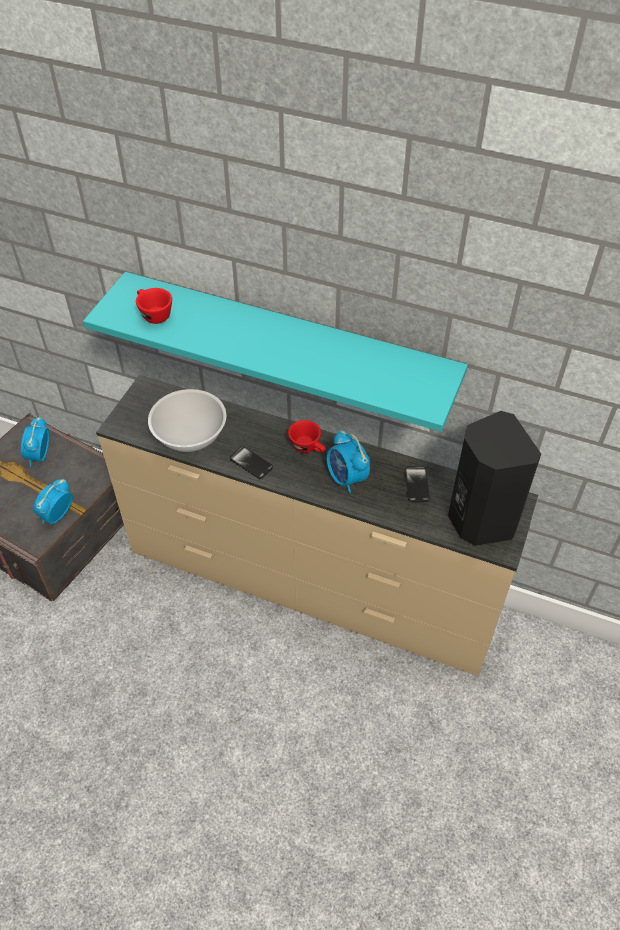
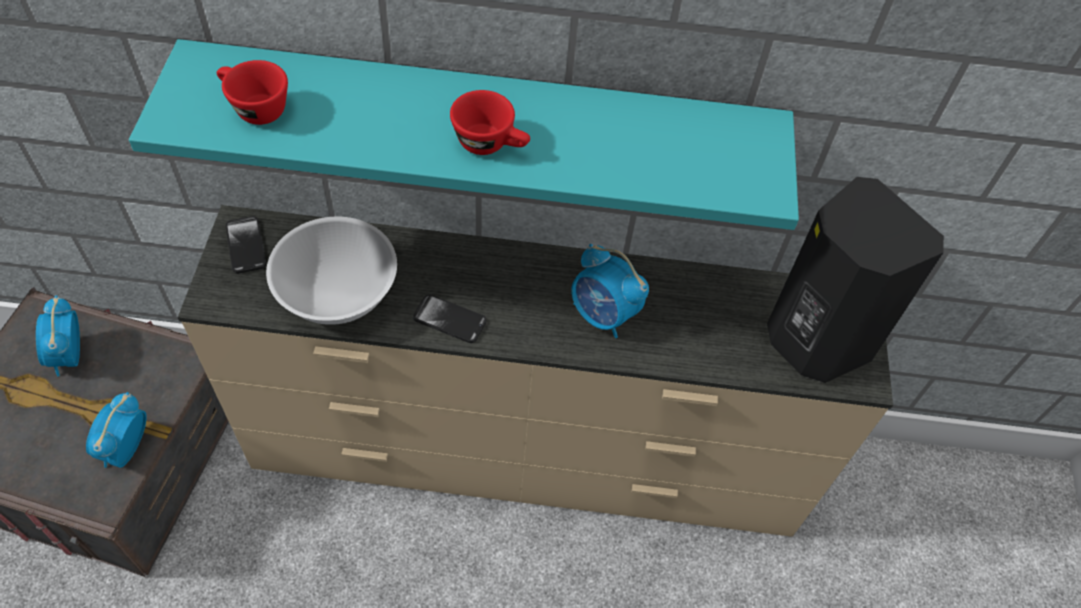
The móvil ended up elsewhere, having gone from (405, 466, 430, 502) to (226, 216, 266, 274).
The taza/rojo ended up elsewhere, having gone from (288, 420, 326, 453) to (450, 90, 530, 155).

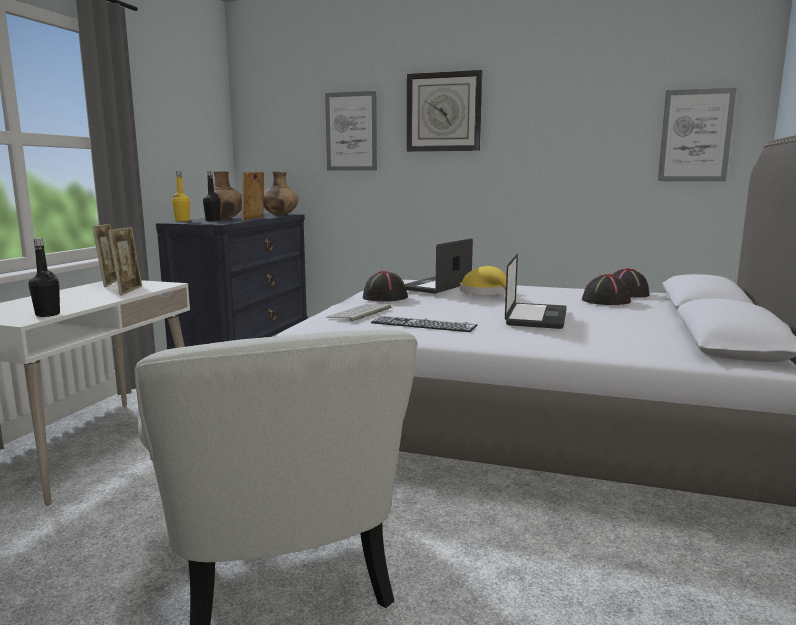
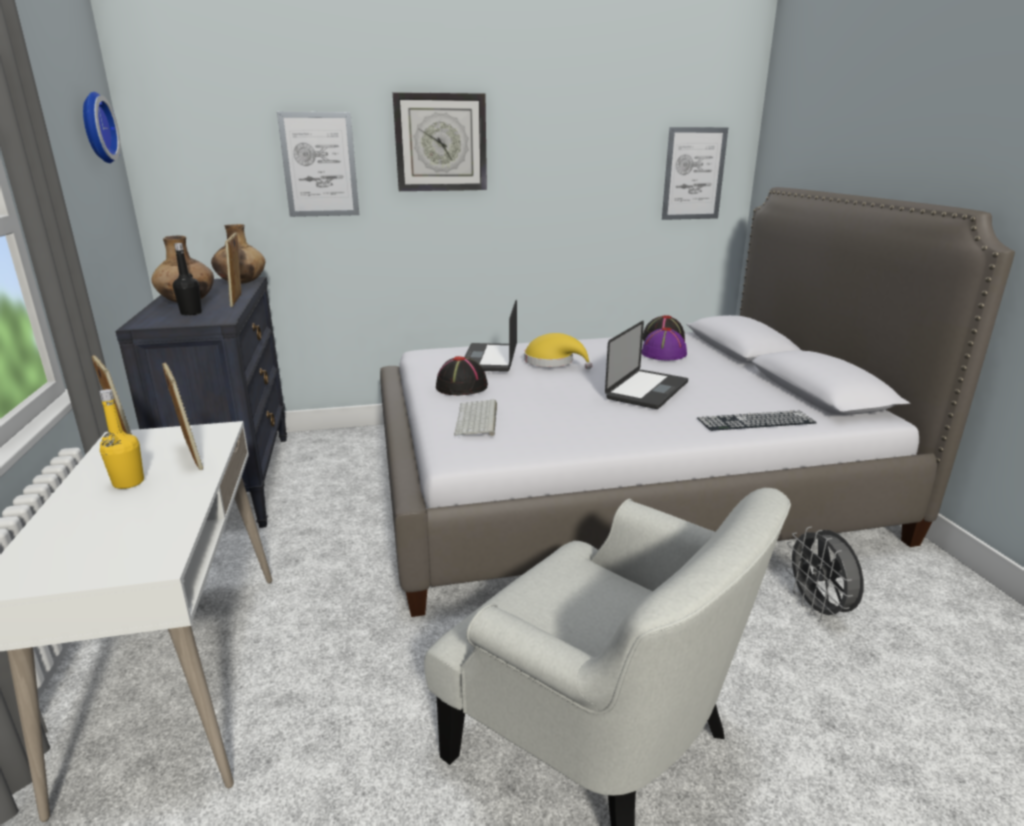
The second view gained the reloj de pared at (83, 92, 120, 163).
The botella/amarillo ended up elsewhere, having gone from (172, 171, 190, 221) to (99, 389, 144, 489).
The portátil at (505, 254, 567, 329) ended up facing another way, 45 degrees clockwise from before.
What was the sombrero/negro at (582, 274, 631, 305) turned into the sombrero/morado at (641, 328, 687, 361).
The teclado ended up elsewhere, having gone from (371, 316, 477, 332) to (697, 410, 817, 431).
The second view gained the ventilador/gris at (785, 526, 864, 621).
The second view lost the botella/negro at (29, 238, 60, 317).

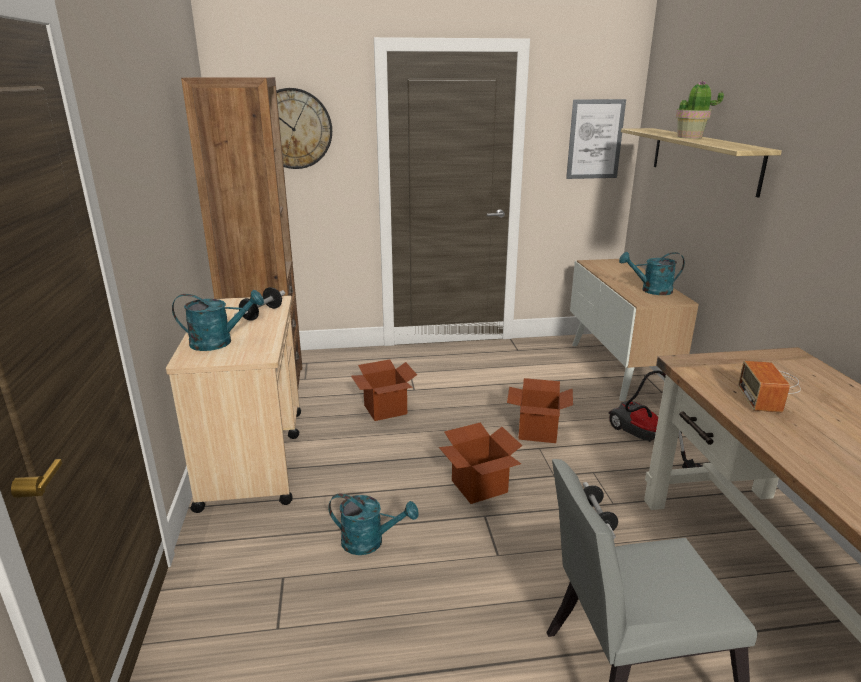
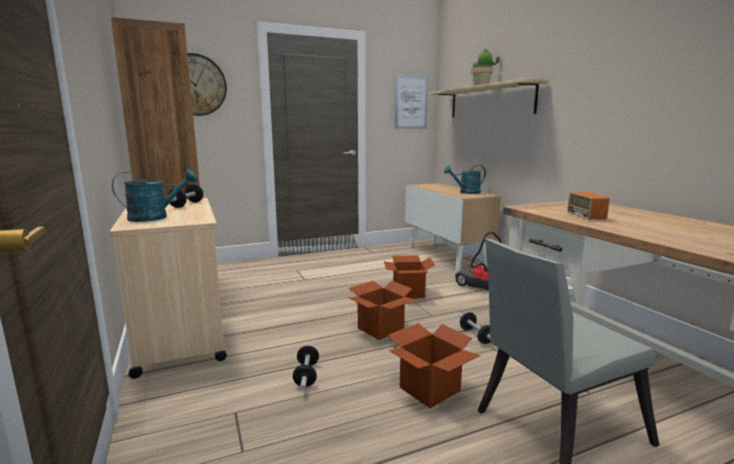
Where the regadera/turquesa stood at (328, 494, 418, 555), the mancuerna came to stand at (293, 345, 319, 390).
The caja de cartón ended up elsewhere, having gone from (351, 359, 417, 421) to (388, 323, 480, 408).

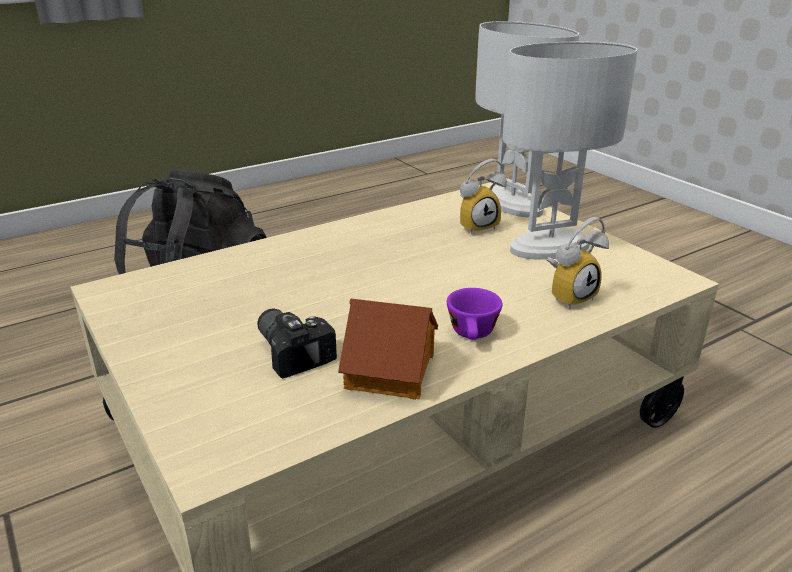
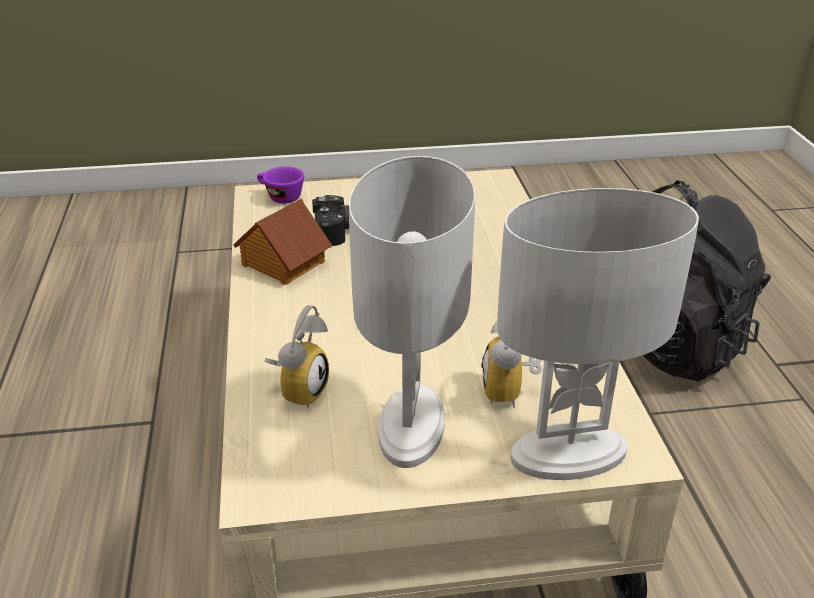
The taza/morado ended up elsewhere, having gone from (447, 288, 502, 340) to (257, 167, 304, 204).
The despertador at (547, 217, 609, 309) ended up facing another way, 150 degrees counterclockwise from before.

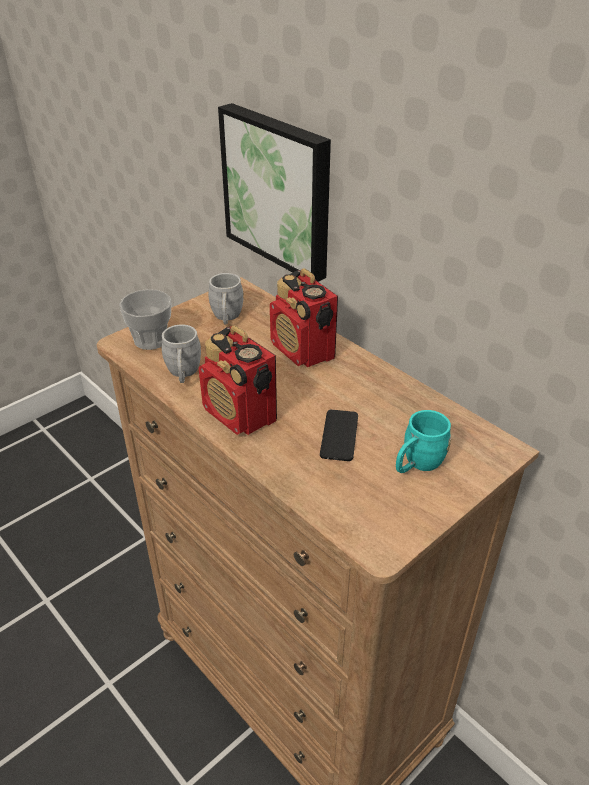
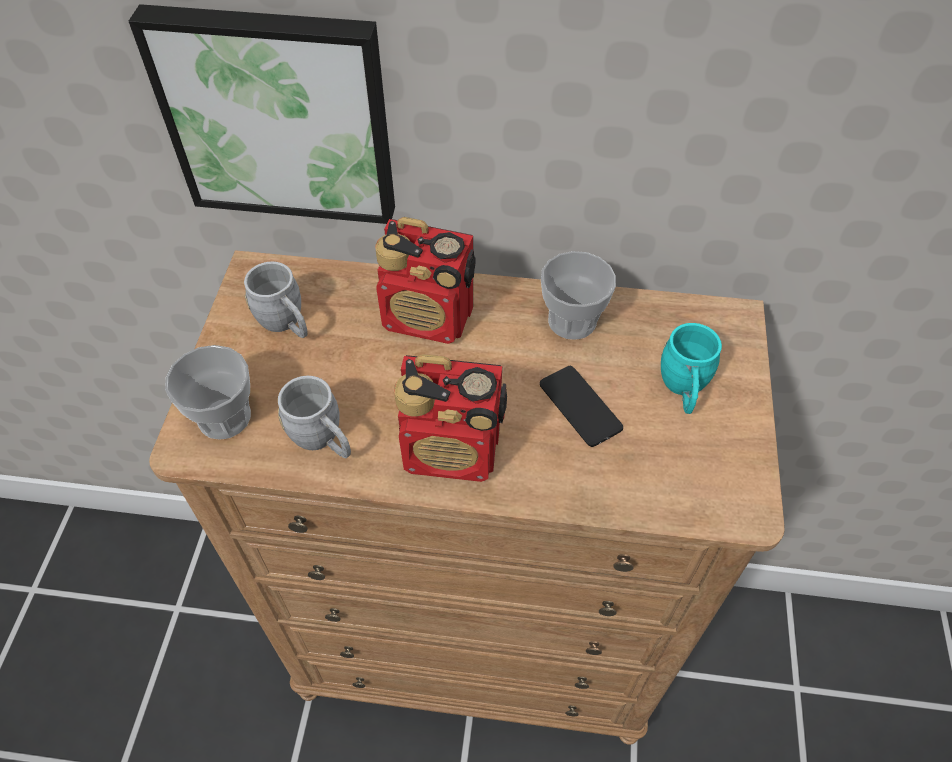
The second view gained the taza at (541, 251, 616, 340).

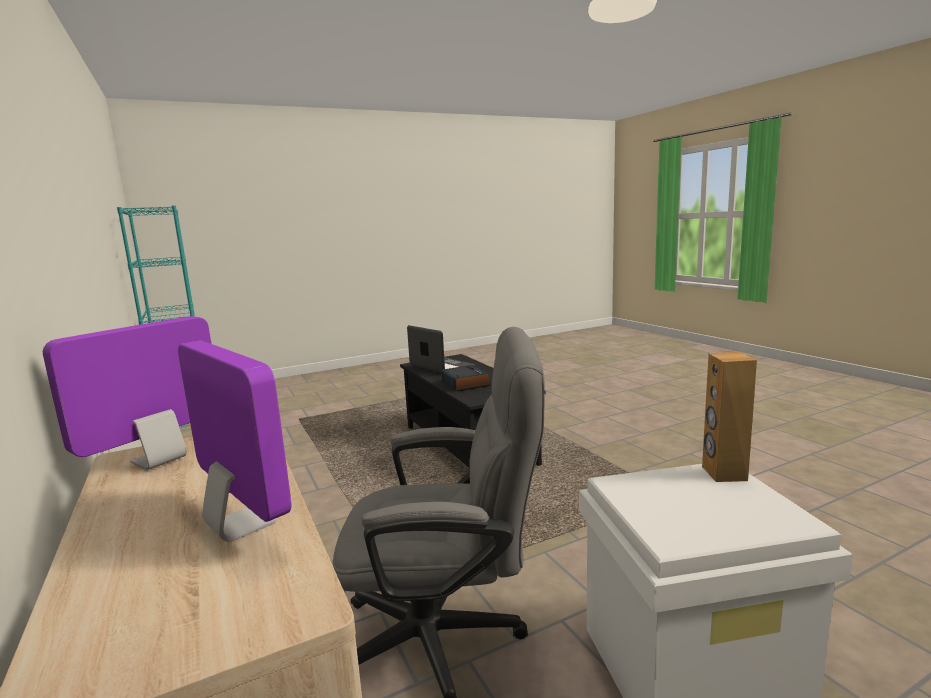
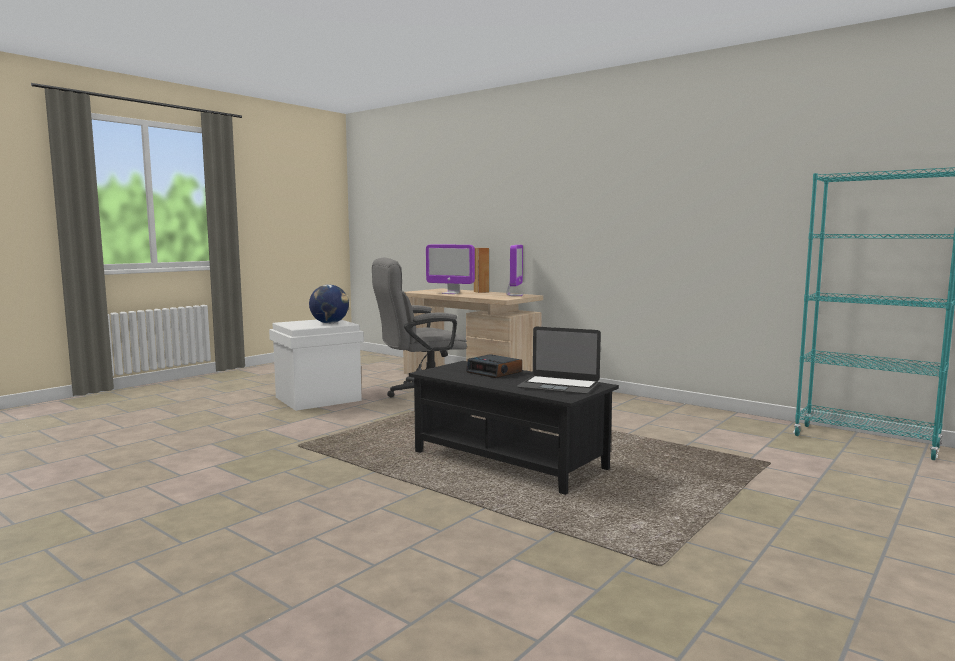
The second view gained the globo terráqueo at (309, 285, 349, 324).
The altavoz/marrón ended up elsewhere, having gone from (702, 352, 757, 482) to (474, 248, 489, 293).

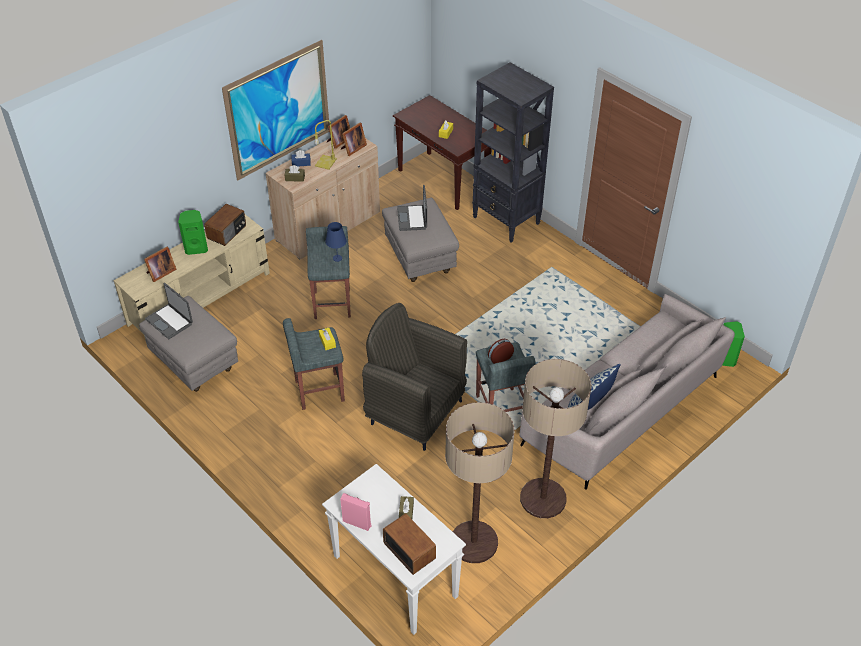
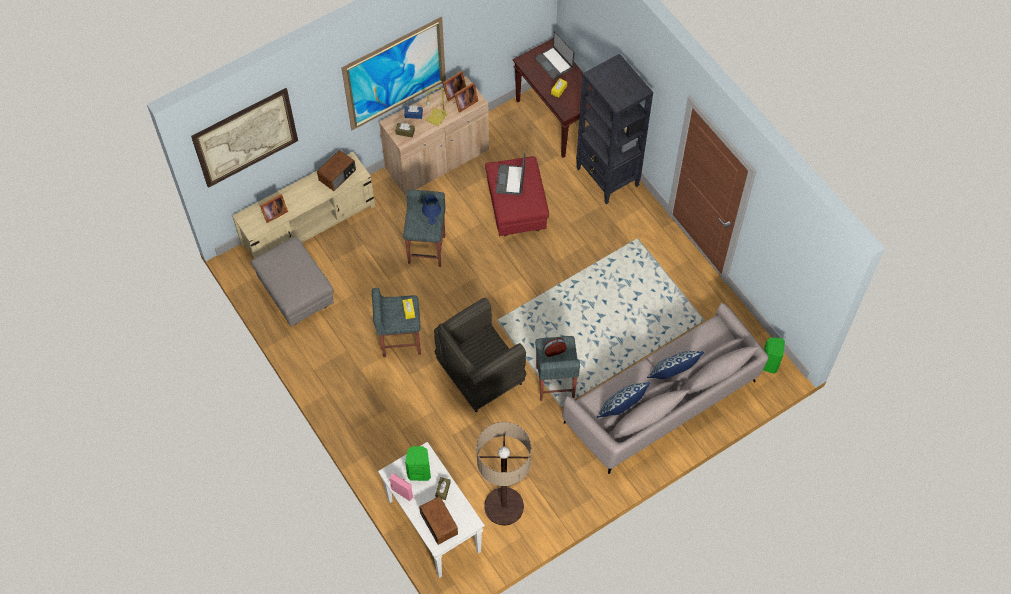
The second view gained the cuadro at (191, 88, 298, 188).
The altavoz/verde ended up elsewhere, having gone from (178, 210, 208, 255) to (405, 446, 431, 481).
The sillón/gris at (362, 303, 467, 451) ended up facing another way, 75 degrees counterclockwise from before.
What was the puf/gris at (382, 198, 459, 282) turned into the puf/rojo at (485, 156, 549, 236).
The portátil ended up elsewhere, having gone from (145, 283, 193, 339) to (534, 31, 575, 80).
The second view gained the cojín at (647, 351, 704, 379).
The second view lost the lámpara de pie at (520, 359, 591, 518).

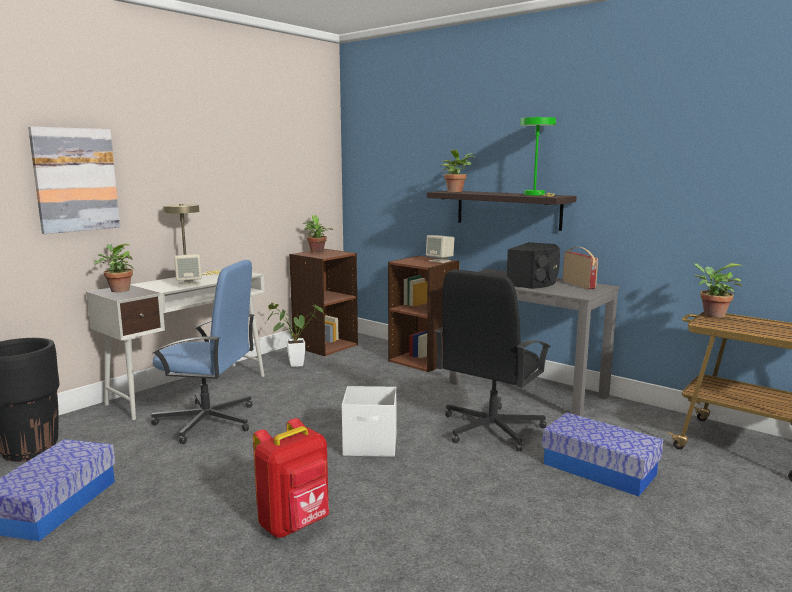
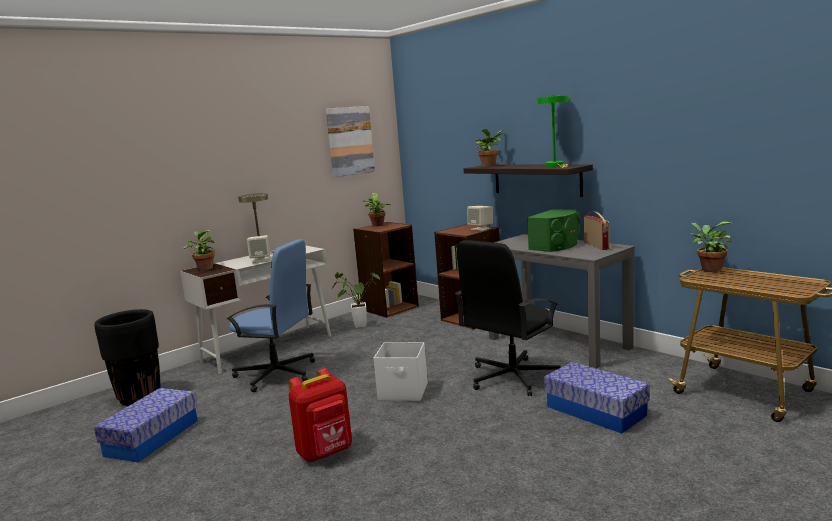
The cuadro ended up elsewhere, having gone from (28, 127, 120, 234) to (326, 106, 375, 177).
What was the altavoz/negro at (507, 242, 560, 289) turned into the altavoz/verde at (527, 209, 580, 252).

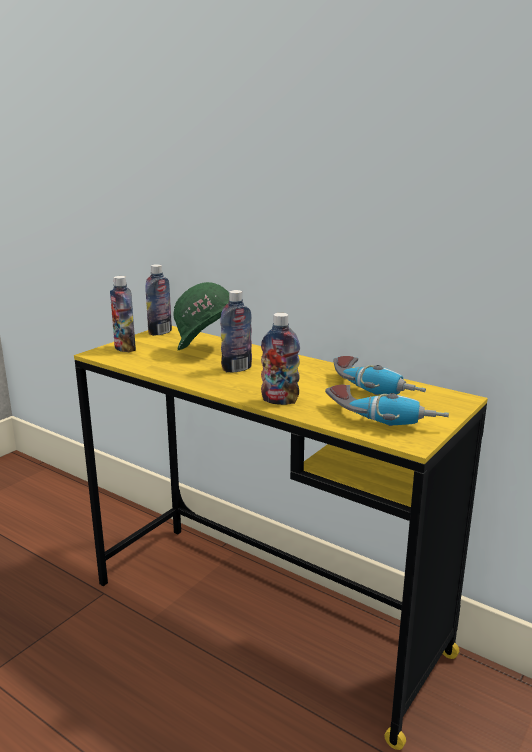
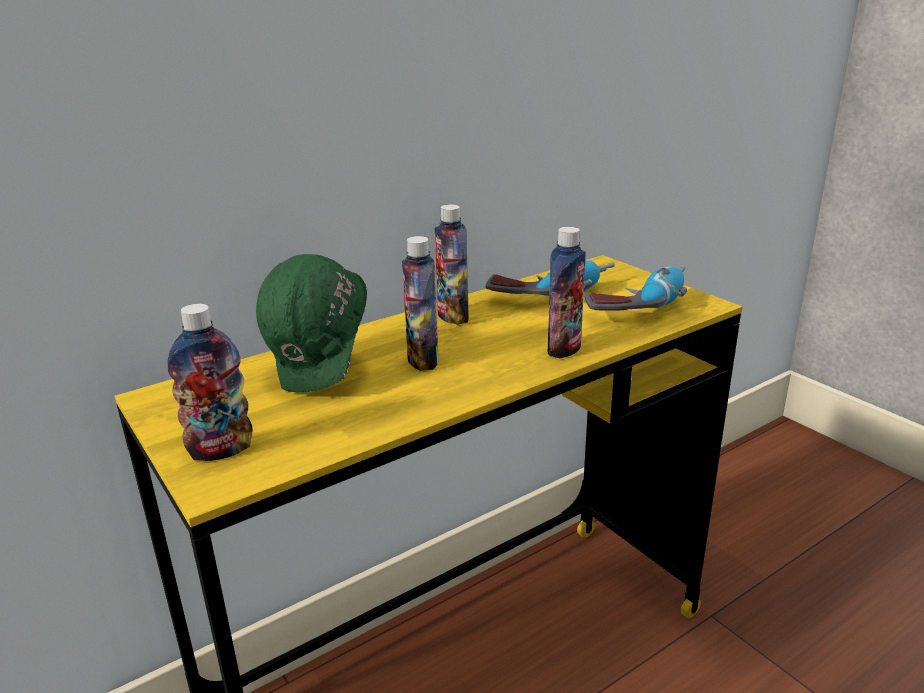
The botella ended up elsewhere, having gone from (145, 264, 172, 336) to (434, 204, 469, 325).

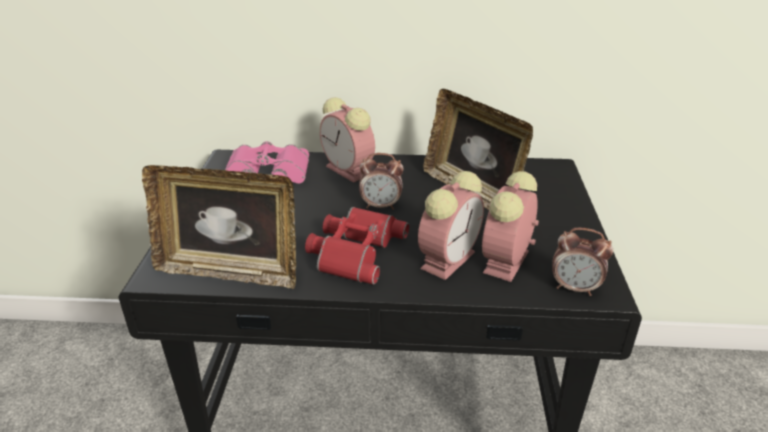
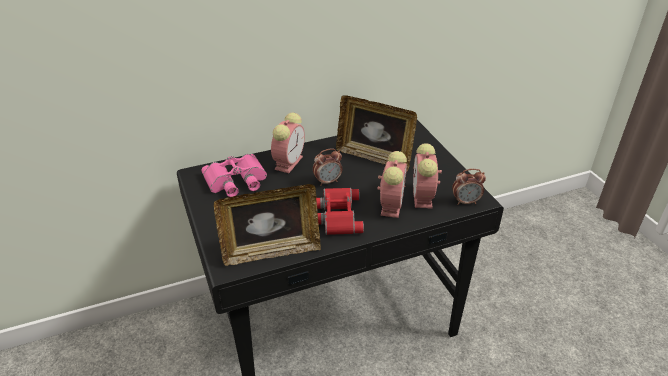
The despertador at (320, 97, 375, 183) ended up facing another way, 90 degrees counterclockwise from before.

